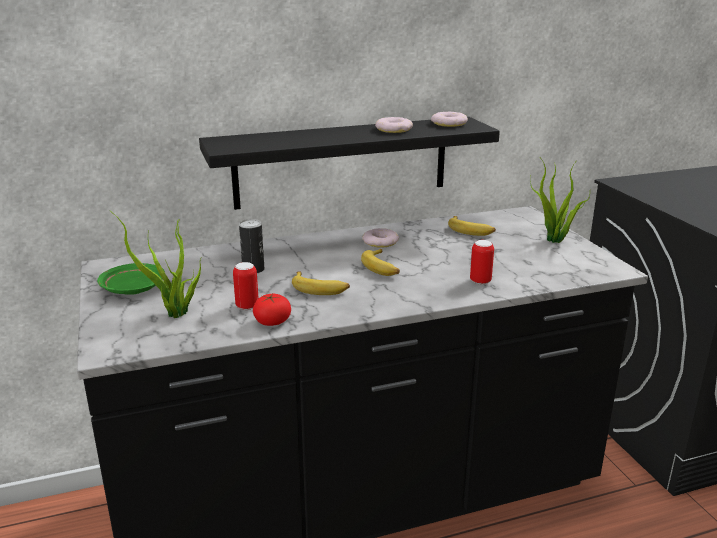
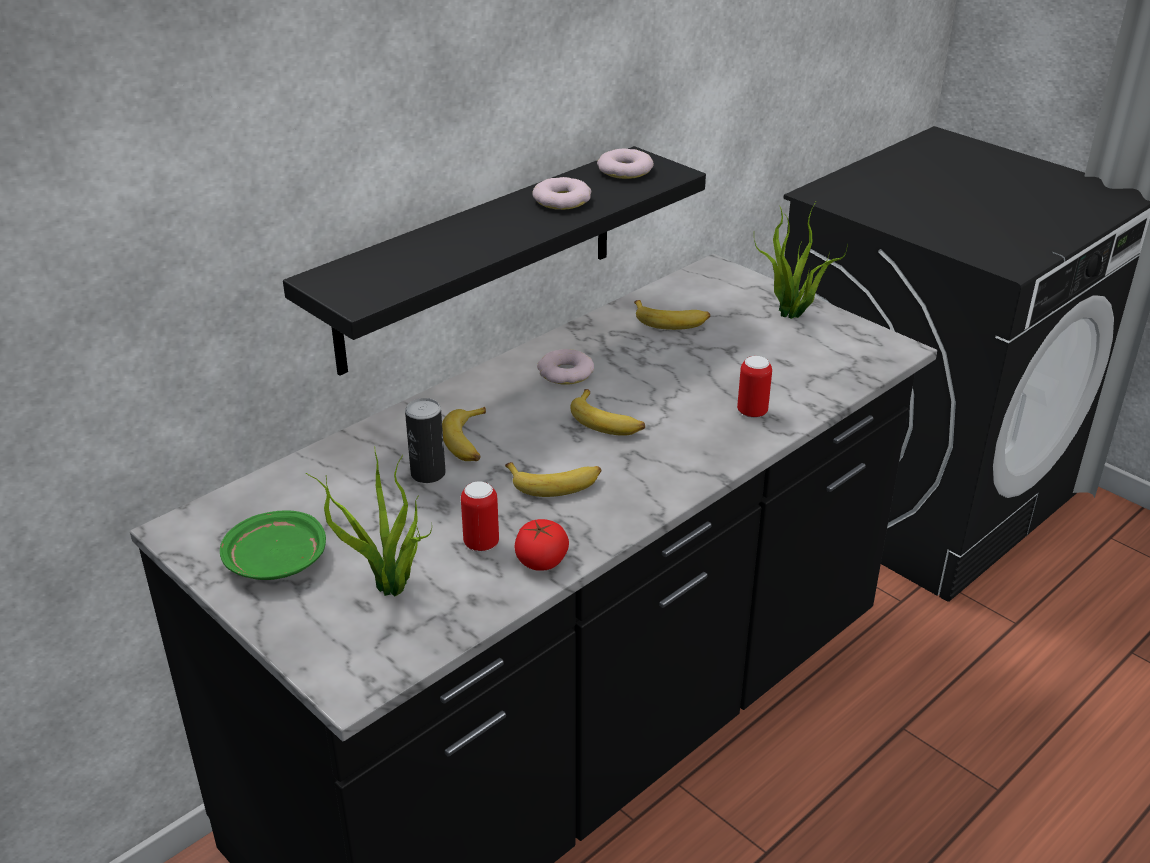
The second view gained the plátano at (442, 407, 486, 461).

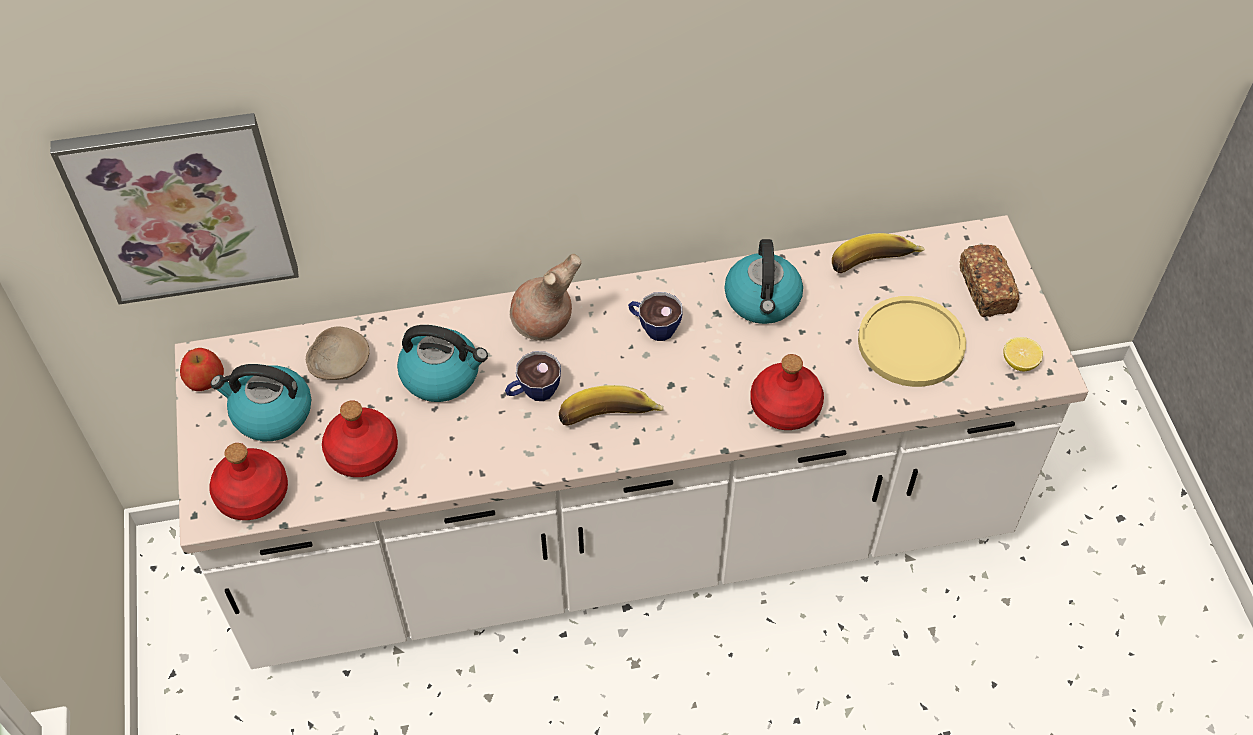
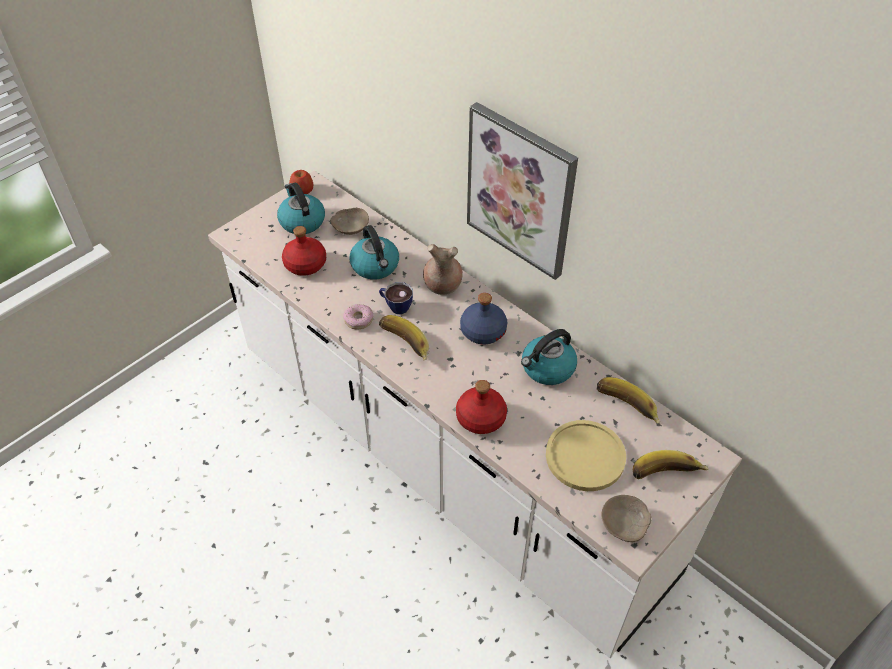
The second view gained the rosquilla at (343, 304, 373, 329).
Where the taza stood at (628, 292, 683, 341), the botella/azul came to stand at (460, 293, 507, 344).
The cuadro ended up elsewhere, having gone from (50, 113, 299, 305) to (467, 102, 578, 280).
Where the limón stood at (1003, 337, 1043, 371), the cuenco/beis came to stand at (602, 495, 651, 542).
Where the pan stood at (959, 244, 1019, 317), the plátano came to stand at (633, 450, 709, 479).
The second view lost the botella/rojo at (209, 443, 288, 520).

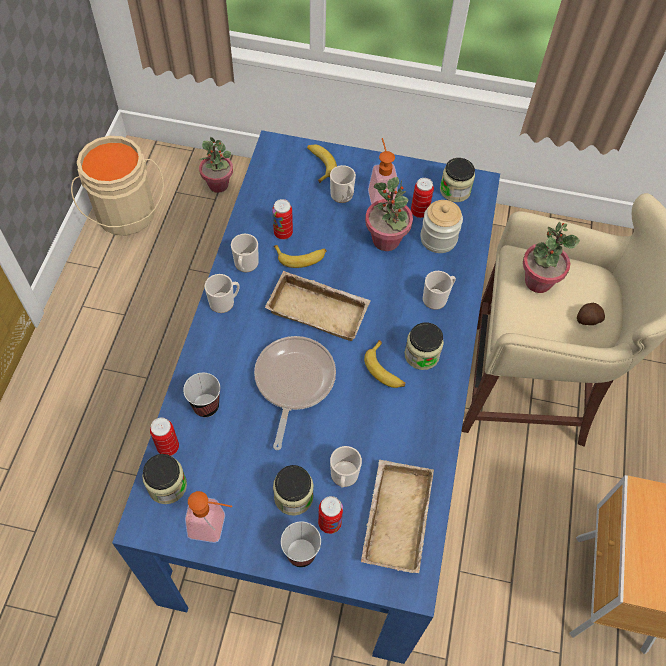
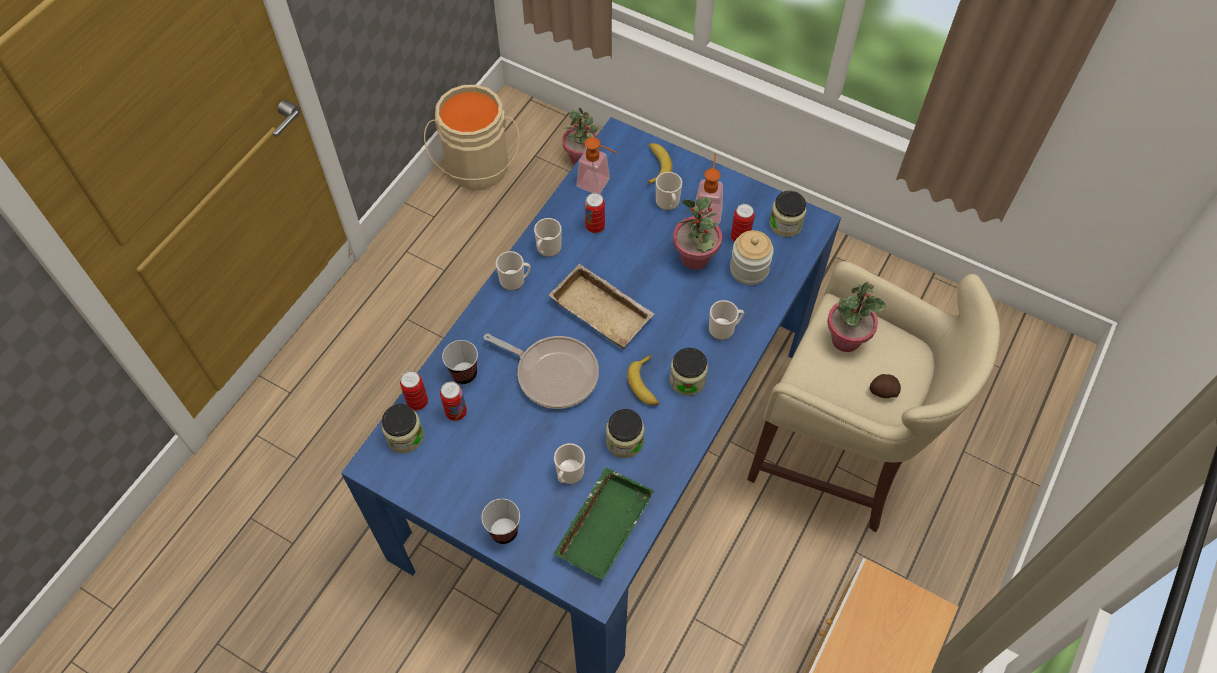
The lata ended up elsewhere, having gone from (318, 496, 343, 534) to (440, 381, 467, 421).
The sartén at (254, 336, 336, 450) ended up facing another way, 90 degrees clockwise from before.
What was the bandeja/beis at (361, 460, 434, 573) turned into the bandeja/verde at (553, 467, 654, 580).
The dispensador de jabón ended up elsewhere, having gone from (185, 491, 232, 543) to (576, 137, 617, 194).
The tarro ended up elsewhere, having gone from (273, 465, 314, 516) to (606, 409, 644, 458).
The second view lost the plátano at (273, 245, 327, 268).

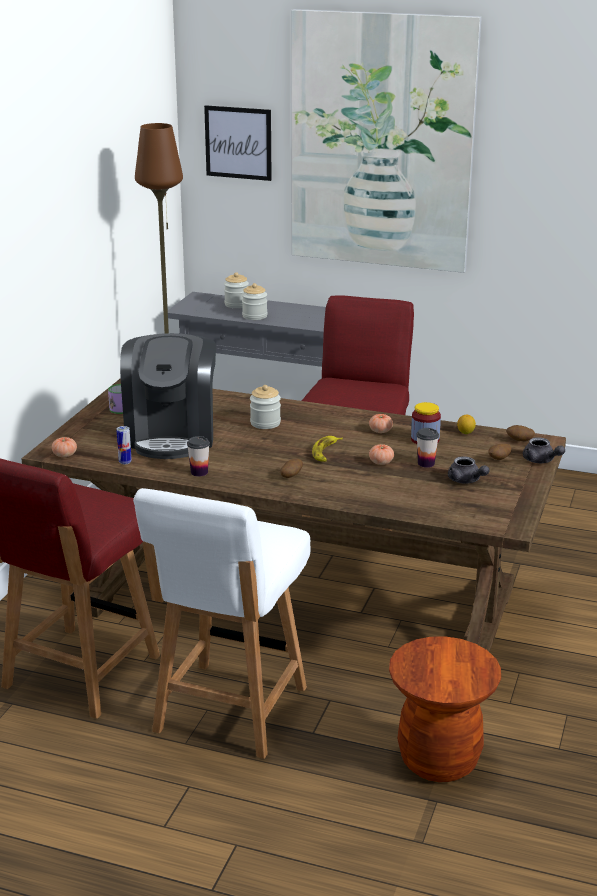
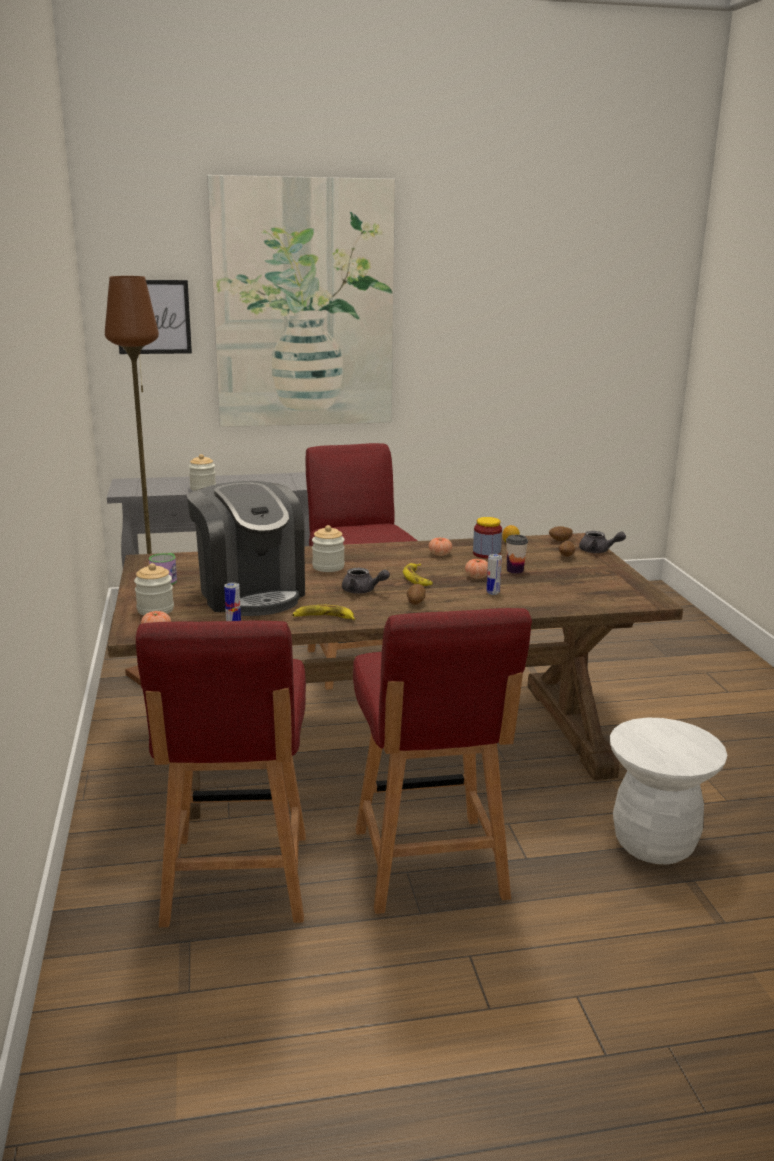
The tarro ended up elsewhere, having gone from (224, 272, 249, 308) to (134, 563, 174, 615).
Where the taza stood at (187, 436, 210, 476), the plátano came to stand at (292, 605, 355, 620).
The tetera/gris ended up elsewhere, having gone from (448, 456, 490, 484) to (342, 568, 390, 594).
What was the silla/blanco at (133, 488, 310, 759) turned into the silla/rojo at (353, 608, 532, 914).
The second view gained the lata at (486, 554, 502, 595).
What was the taburete/marrón at (389, 637, 501, 782) turned into the taburete/blanco at (610, 717, 727, 864).

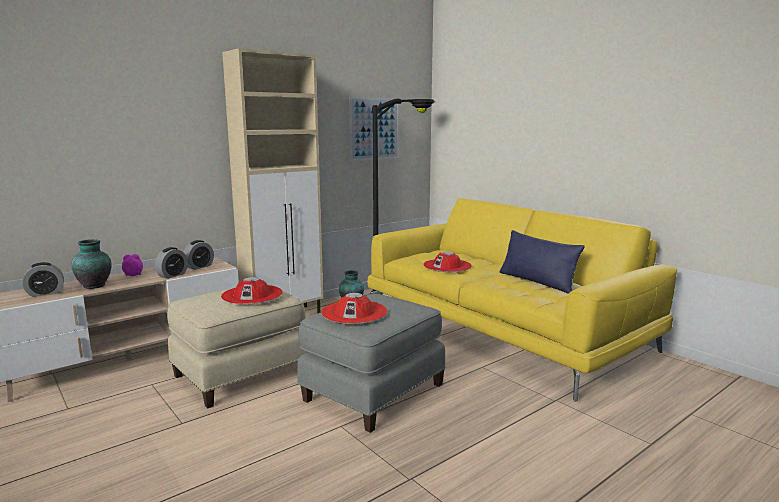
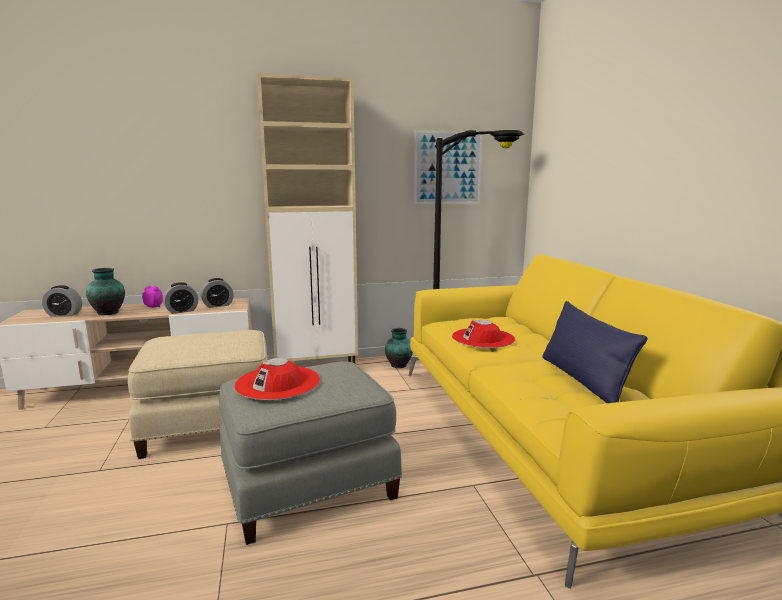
The second view lost the sombrero/rojo at (221, 277, 283, 304).

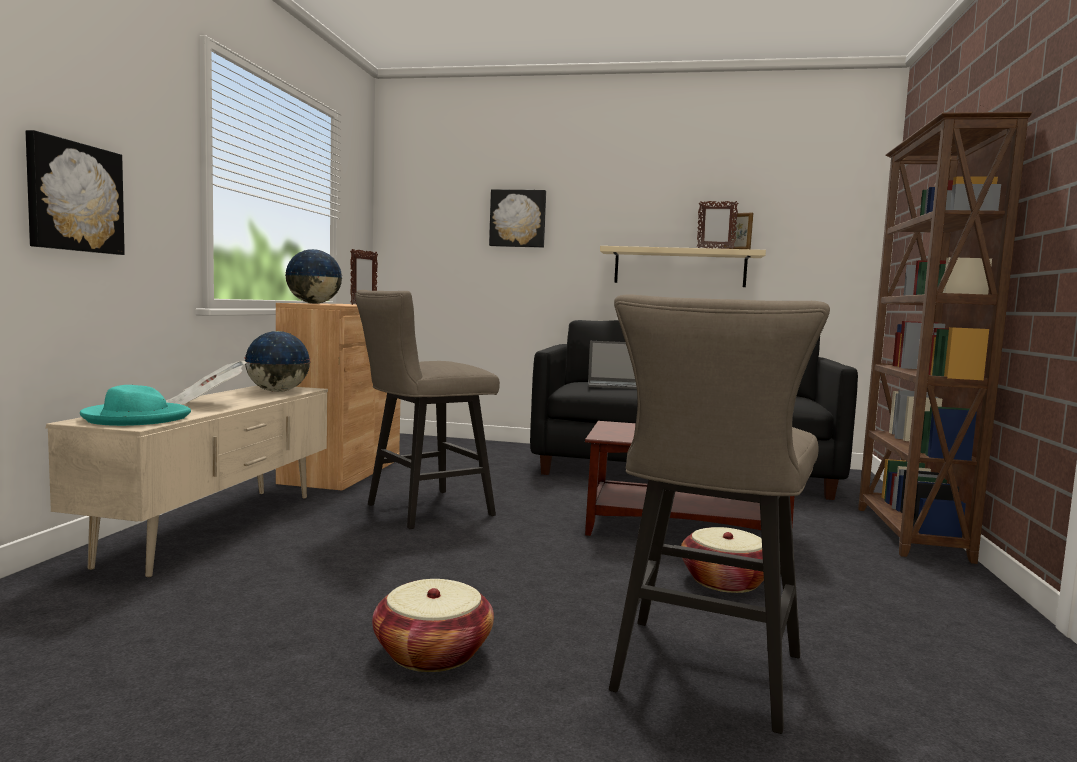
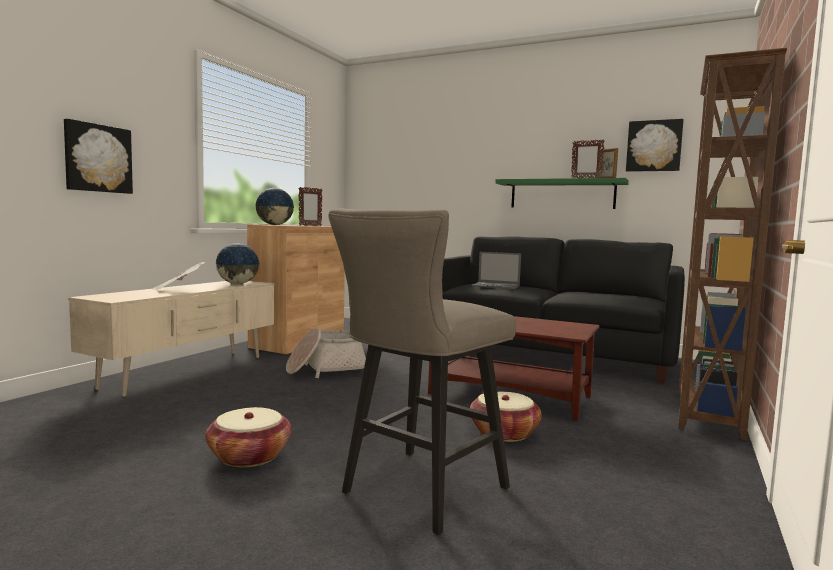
Where the taburete/beis stood at (355, 290, 500, 529), the cesta came to stand at (286, 328, 366, 378).
What was the estante/beis at (600, 246, 766, 287) turned into the estante/verde at (495, 178, 629, 209).
The cuadro ended up elsewhere, having gone from (489, 189, 546, 248) to (626, 119, 684, 172).
The second view lost the sombrero/turquesa at (80, 385, 191, 426).

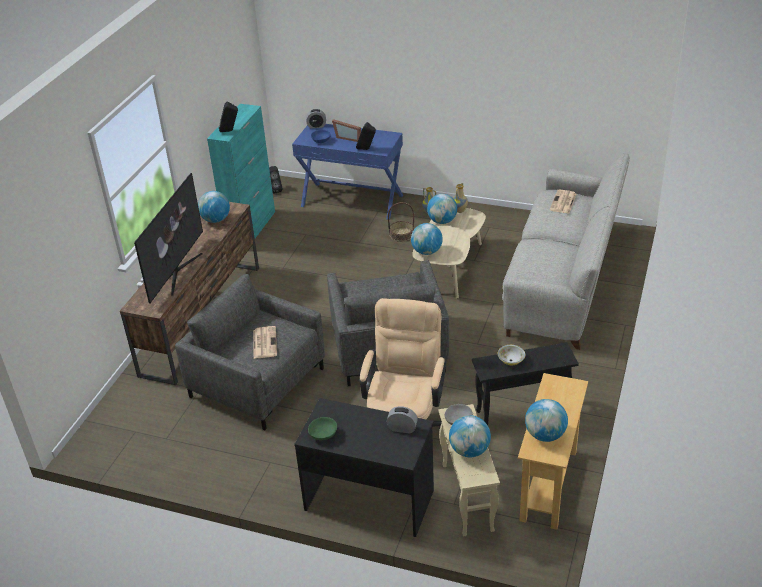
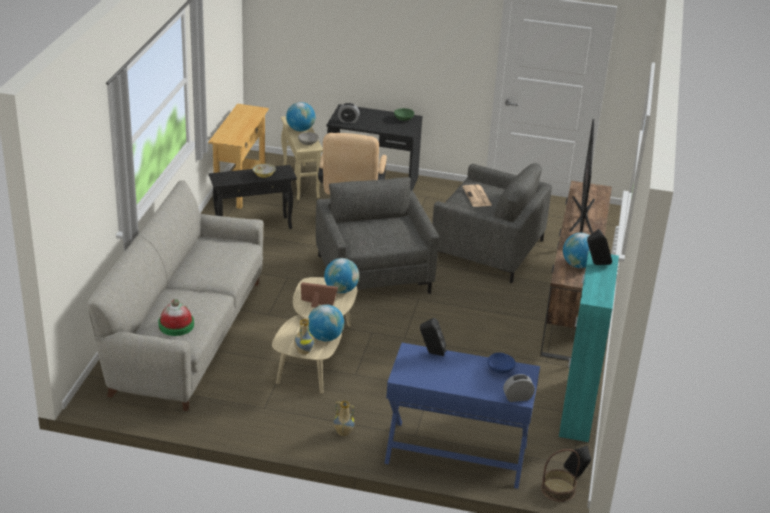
Where the periódico stood at (550, 190, 576, 213), the sombrero came to stand at (158, 299, 194, 336).
The portarretratos ended up elsewhere, having gone from (332, 119, 361, 142) to (301, 282, 338, 308).
The cesta ended up elsewhere, having gone from (388, 202, 414, 242) to (541, 449, 580, 502).
The second view lost the globo terráqueo at (525, 399, 568, 442).

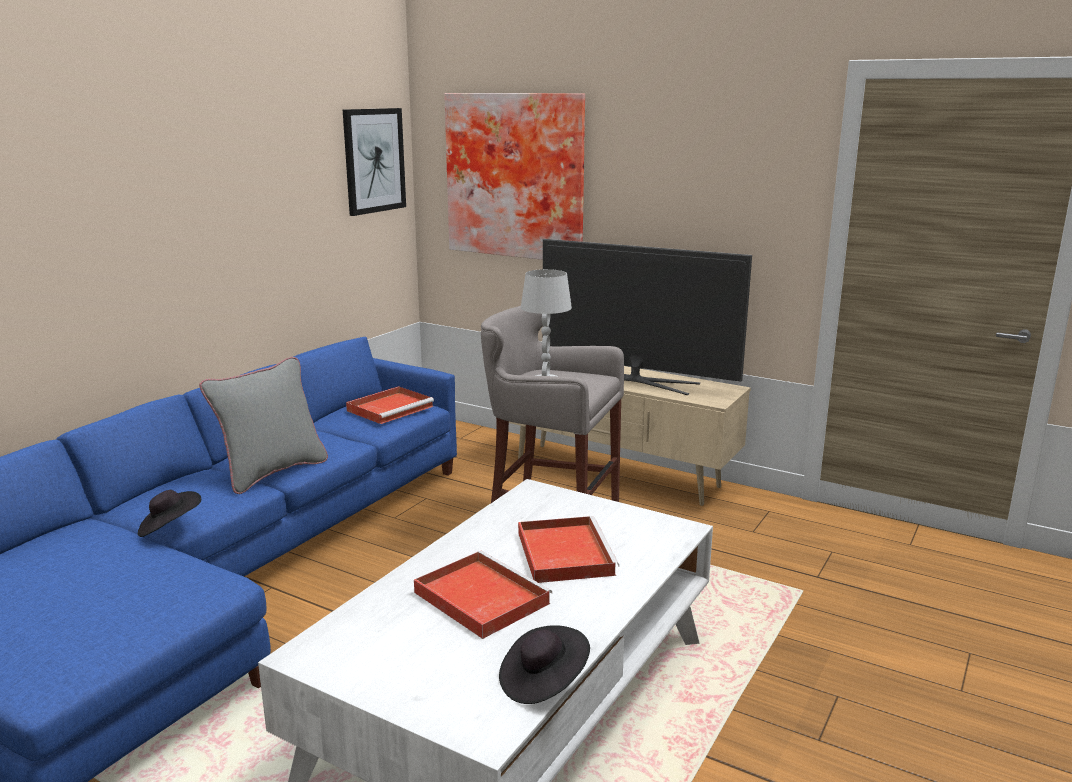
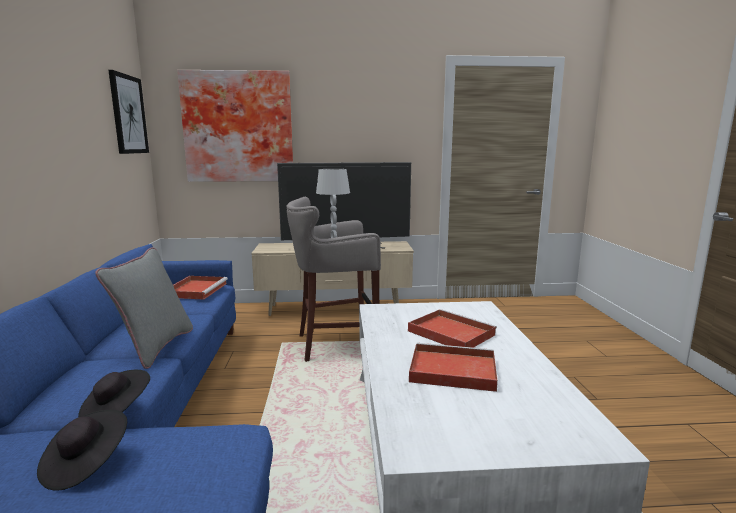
The sombrero/negro ended up elsewhere, having gone from (499, 625, 590, 704) to (37, 410, 127, 491).

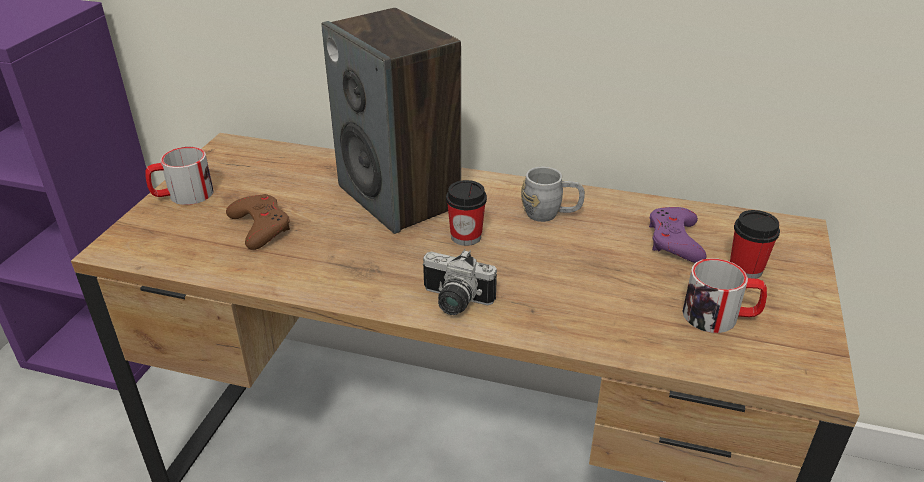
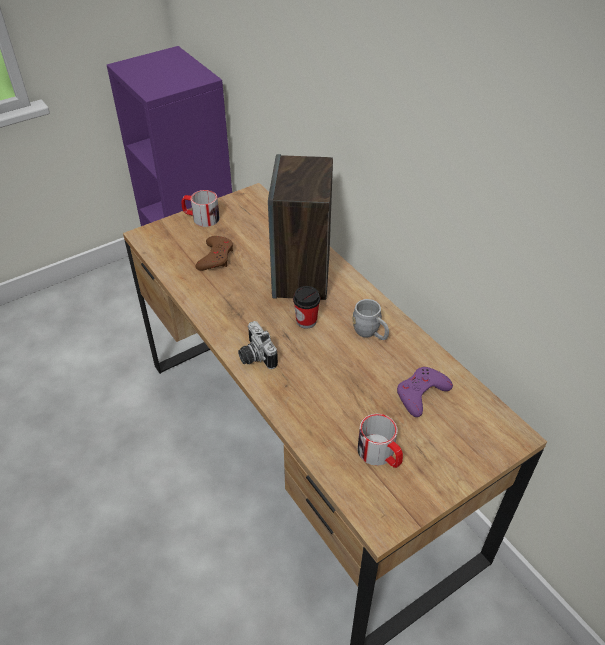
The second view lost the taza at (730, 210, 780, 279).

